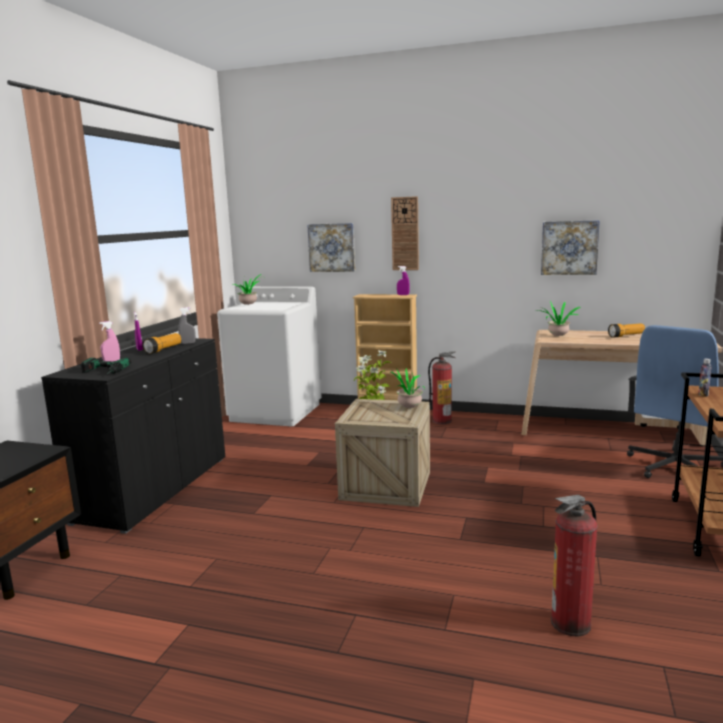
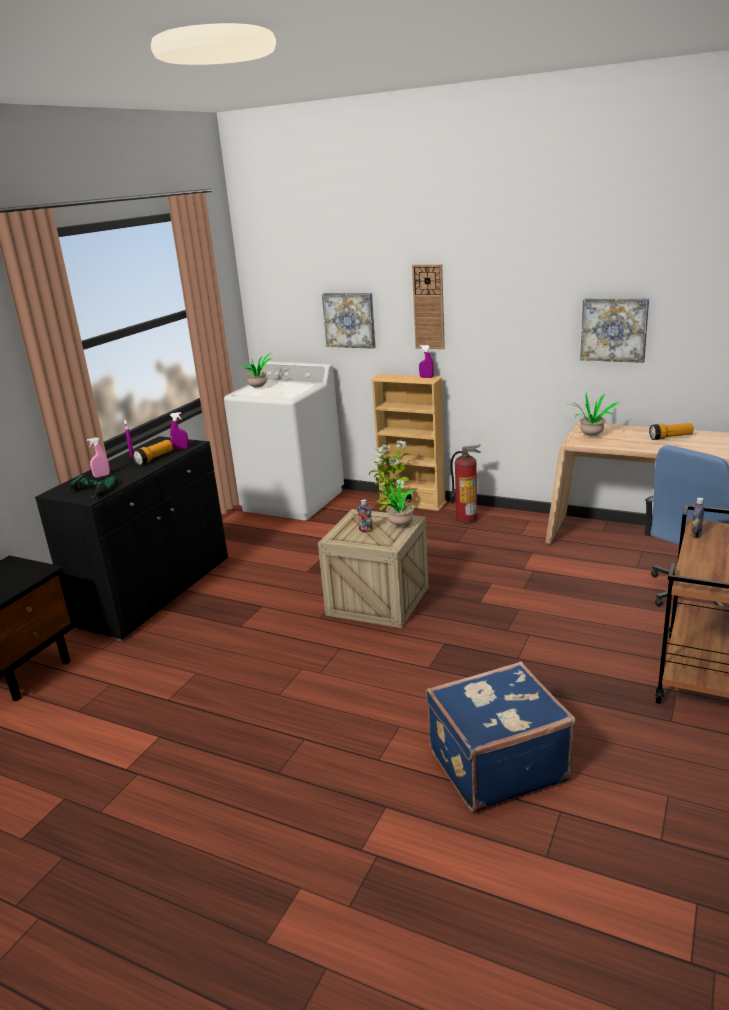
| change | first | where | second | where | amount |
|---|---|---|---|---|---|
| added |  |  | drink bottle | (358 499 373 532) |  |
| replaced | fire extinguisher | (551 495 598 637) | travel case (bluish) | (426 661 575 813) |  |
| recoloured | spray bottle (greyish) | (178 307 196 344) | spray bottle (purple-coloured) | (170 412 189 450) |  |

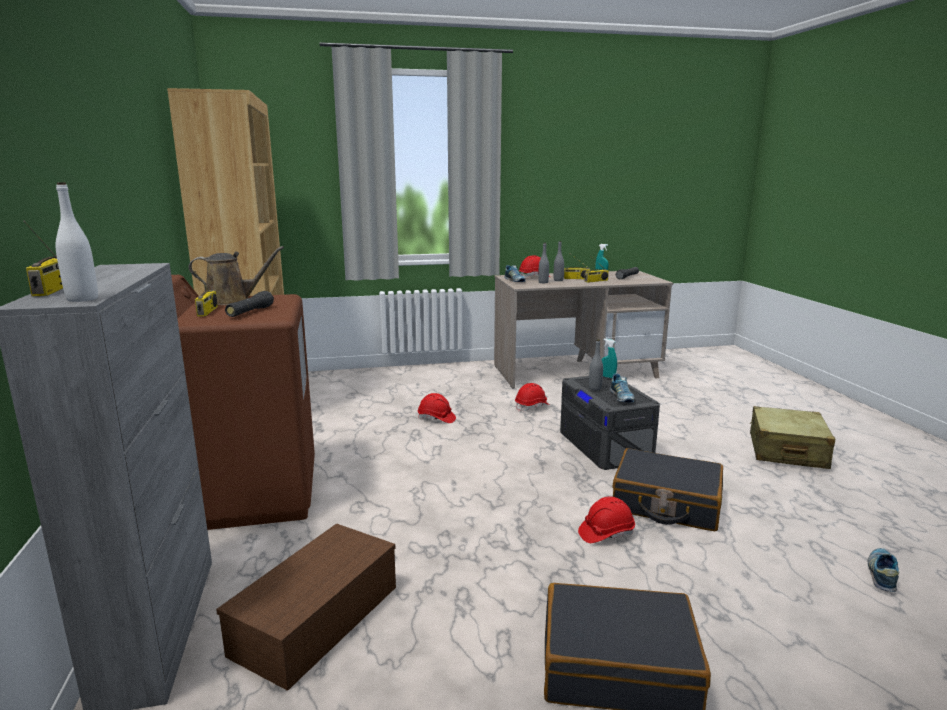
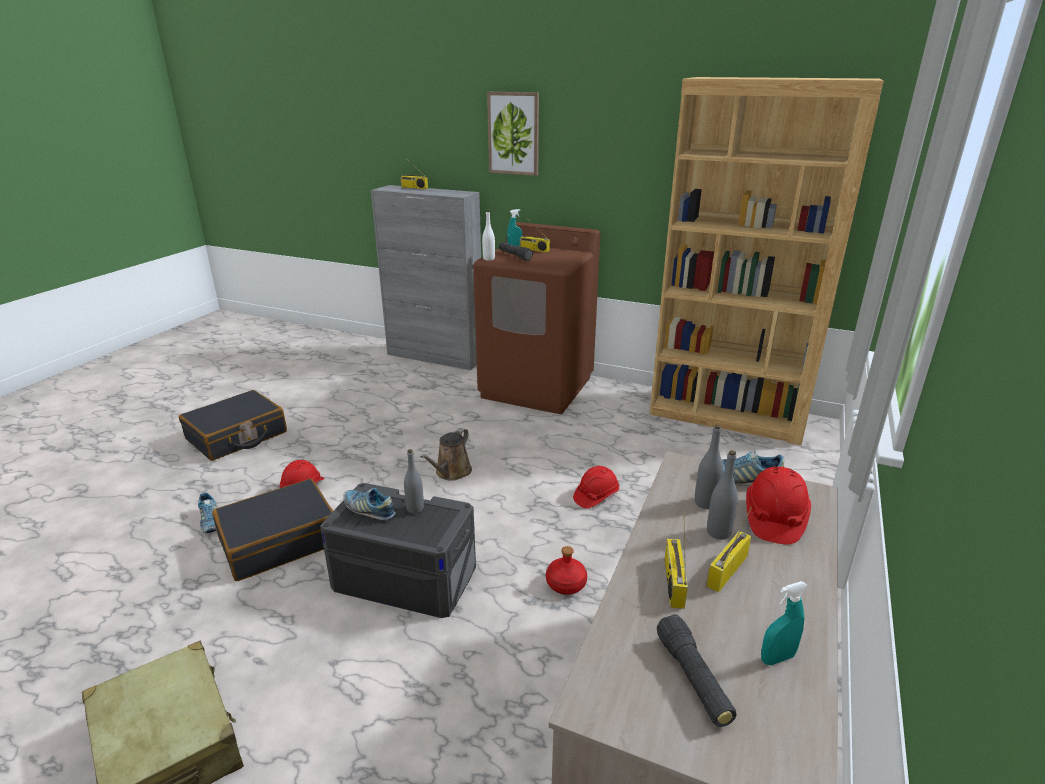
| change | first | where | second | where | amount |
|---|---|---|---|---|---|
| removed | storage container (brown) | (216 523 396 691) |  |  |  |
| added |  |  | wall art | (487 92 539 176) |  |
| moved | drink bottle (whitish) | (55 182 98 302) |  | (482 211 495 261) |  |
| moved | sprinkling can (brown) | (189 246 284 305) |  | (421 428 472 481) |  |
| moved | spray bottle (turquoise-coloured) | (602 339 617 378) |  | (507 209 522 246) |  |
| moved | item of footwear | (868 548 899 592) |  | (198 492 217 533) |  |
| replaced | work helmet (red-coloured) | (515 383 549 412) | drink bottle (red-coloured) | (546 546 587 595) |  |

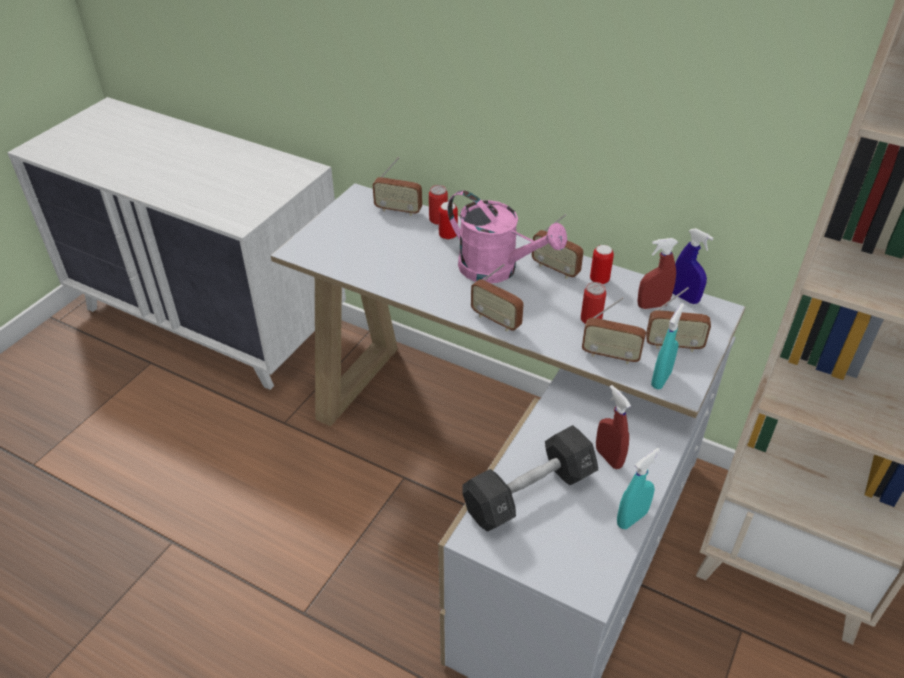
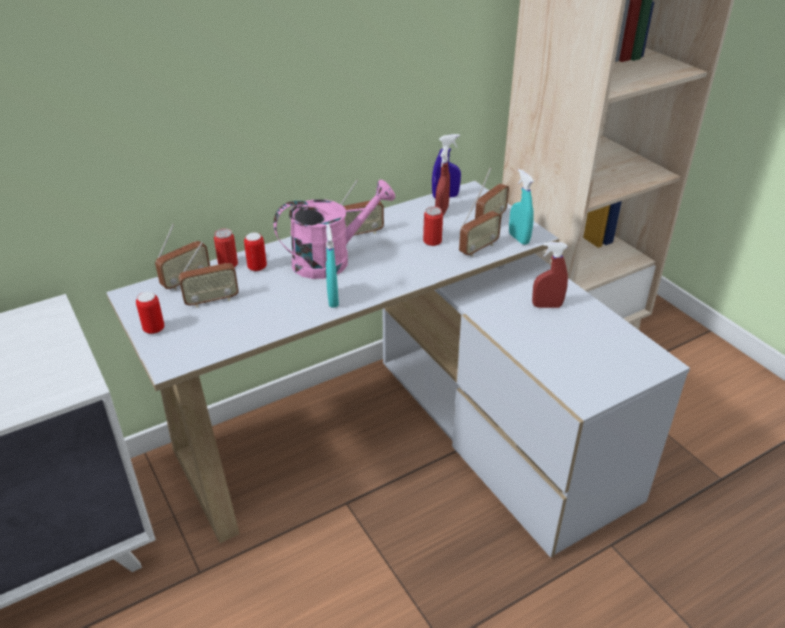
| change | first | where | second | where | amount |
|---|---|---|---|---|---|
| removed | hand weight (blackish) | (462 425 598 532) |  |  |  |
| moved | radio receiver | (471 264 524 331) |  | (179 242 239 308) |  |
| moved | can | (590 245 614 284) |  | (136 292 164 334) |  |
| moved | spray bottle (turquoise-coloured) | (617 448 660 529) |  | (326 224 339 308) |  |

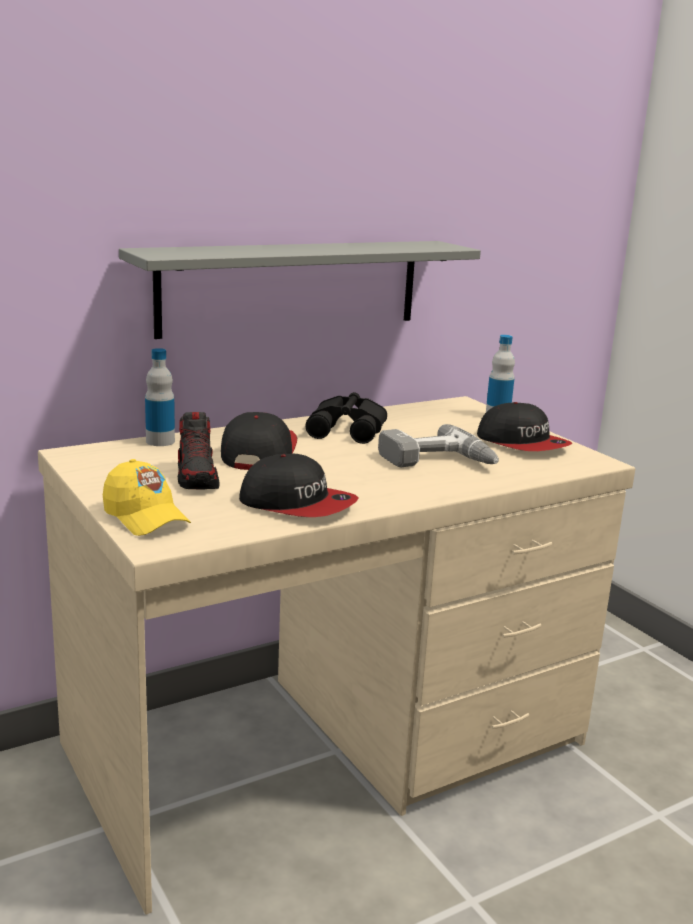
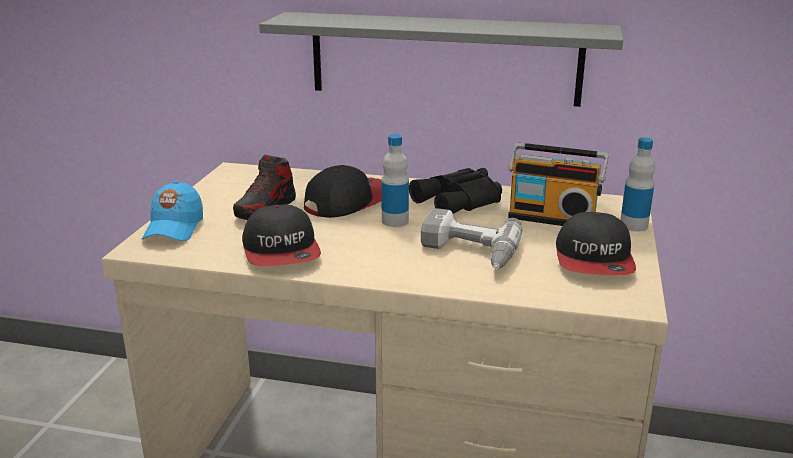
| change | first | where | second | where | amount |
|---|---|---|---|---|---|
| added |  |  | radio receiver | (508 143 608 226) |  |
| moved | drink bottle | (145 348 175 446) |  | (381 134 409 227) |  |
| recoloured | peaked cap (yellowish) | (103 459 191 536) | peaked cap (bluish) | (142 181 203 241) |  |

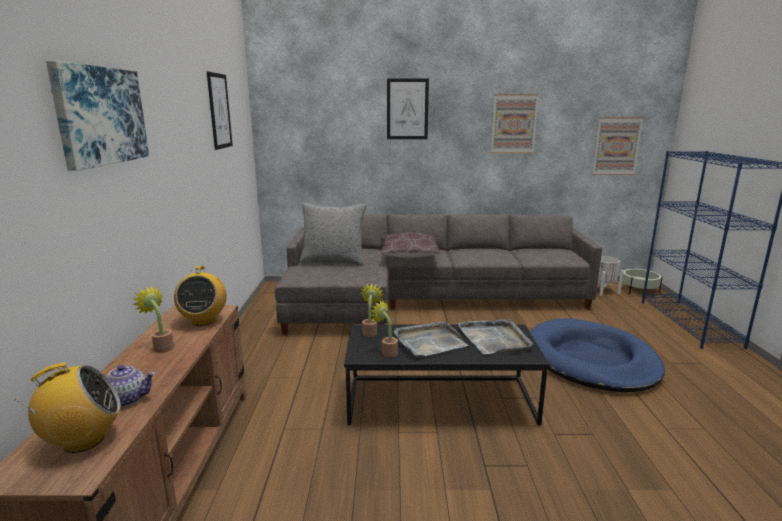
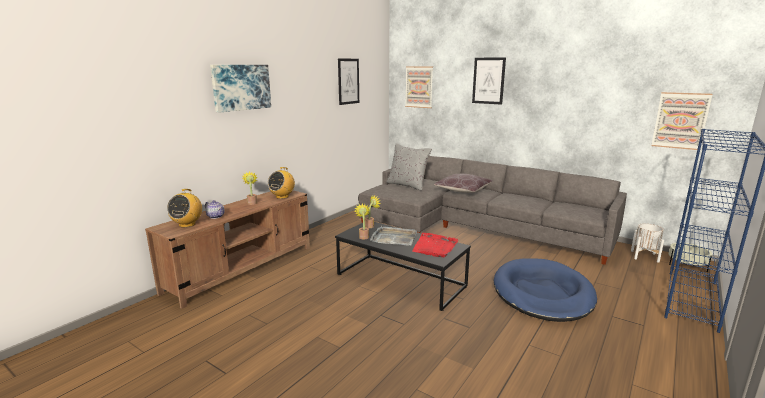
| change | first | where | second | where | amount |
|---|---|---|---|---|---|
| moved | wall art | (491 94 539 153) |  | (405 66 433 108) |  |
| recoloured | tray (greyish) | (458 319 533 354) | tray (red-coloured) | (413 233 459 257) |  |
| turned | radio receiver | (14 363 121 453) |  | (167 189 202 228) | 90 degrees clockwise |

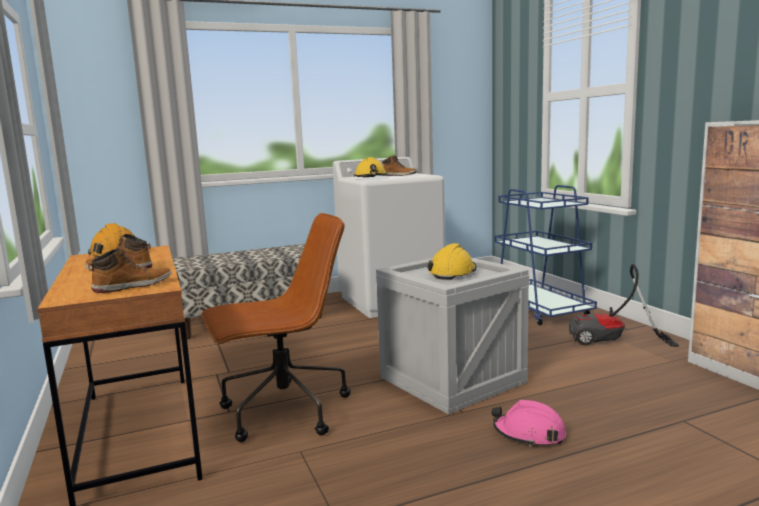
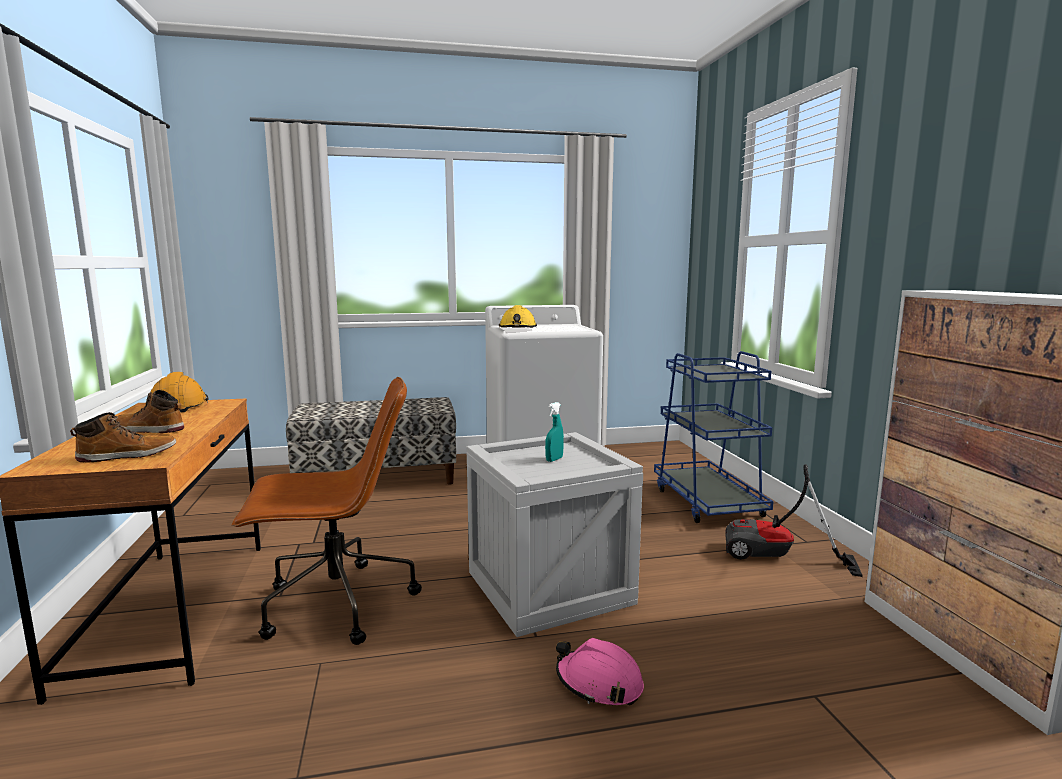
| change | first | where | second | where | amount |
|---|---|---|---|---|---|
| removed | tall boot | (382 155 417 176) |  |  |  |
| replaced | work helmet (yellowish) | (427 243 477 280) | spray bottle (turquoise-coloured) | (545 402 564 462) |  |

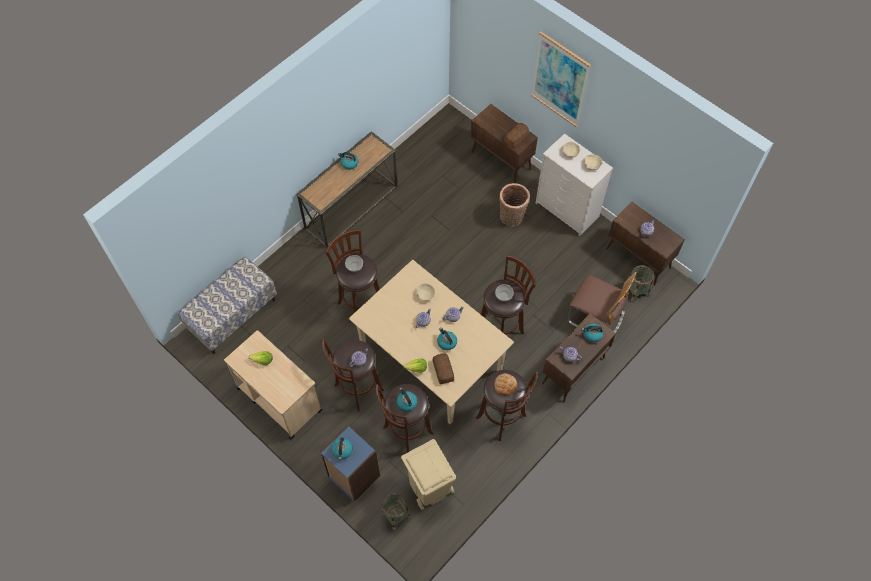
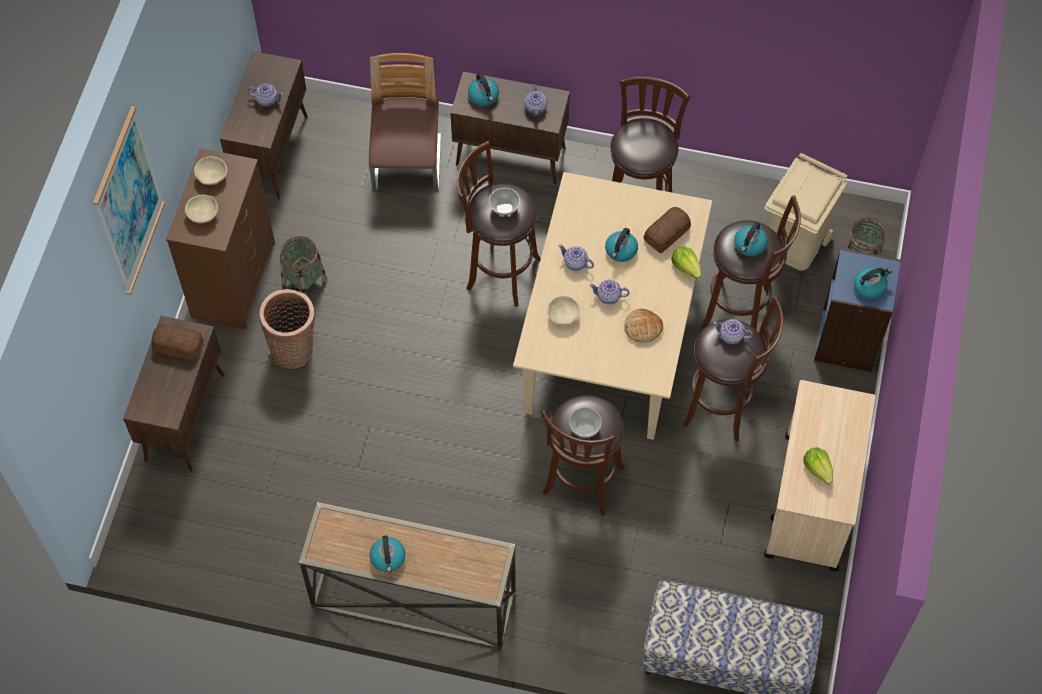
| change | first | where | second | where | amount |
|---|---|---|---|---|---|
| moved | baked bread | (494 373 517 396) |  | (624 309 663 343) |  |
| moved | storage basket | (628 265 653 301) |  | (280 236 327 296) |  |
| recoloured | chest of drawers (whitish) | (535 134 613 236) | chest of drawers (brown) | (166 148 275 329) |  |

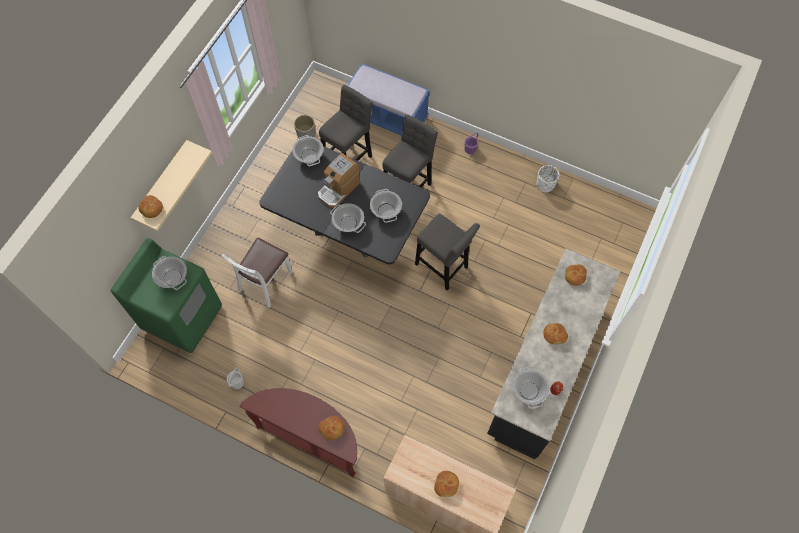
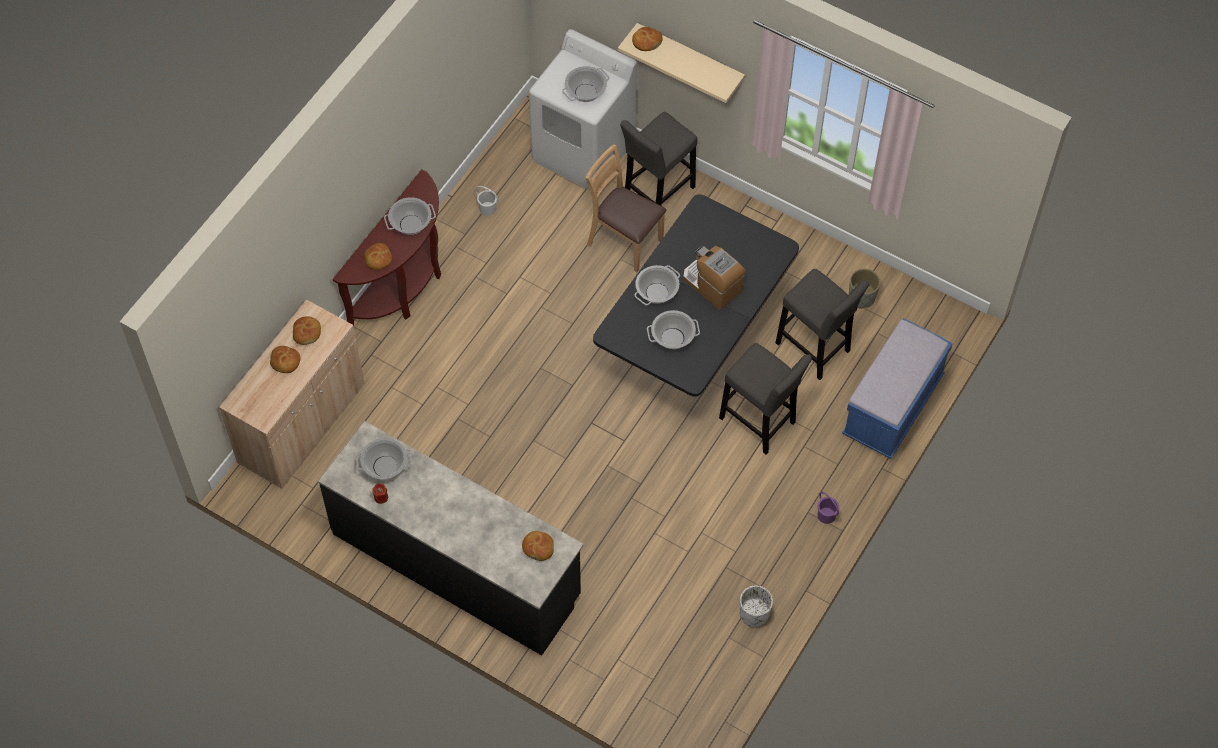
| change | first | where | second | where | amount |
|---|---|---|---|---|---|
| moved | saucepot | (292 135 324 166) |  | (384 198 436 235) |  |
| moved | sitting stool (greyish) | (415 214 480 291) |  | (620 112 697 206) |  |
| moved | baked bread | (543 323 568 345) |  | (293 316 321 345) |  |
| recoloured | washing machine (green-coloured) | (111 238 222 353) | washing machine (whitish) | (529 29 637 190) |  |
| recoloured | chair (whitish) | (221 238 292 308) | chair (brown) | (585 144 666 272) |  |

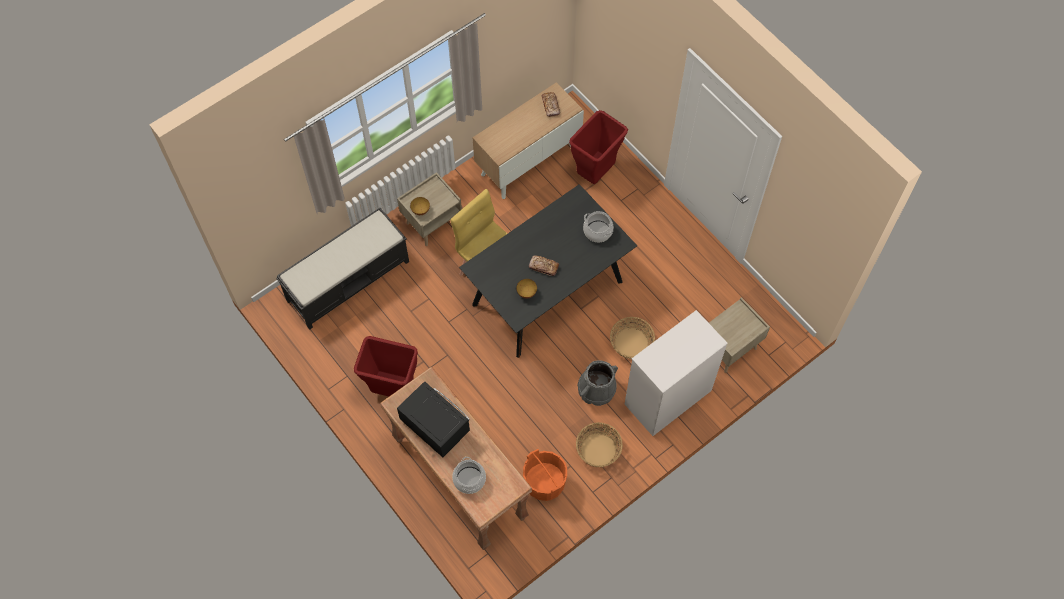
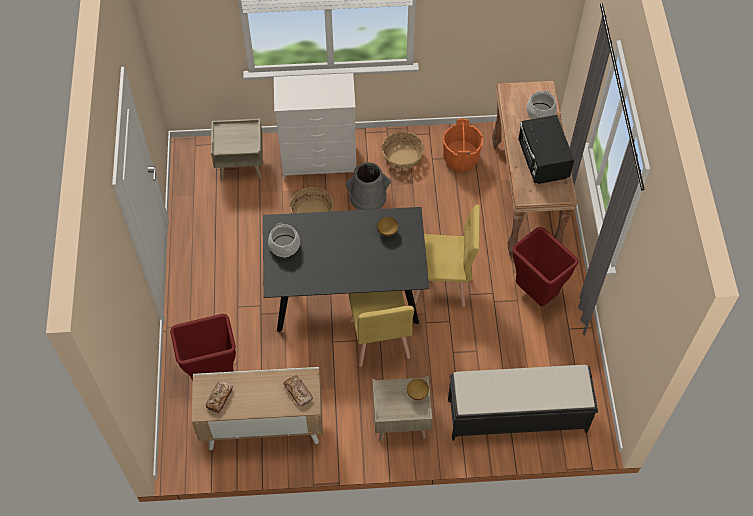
| change | first | where | second | where | amount |
|---|---|---|---|---|---|
| added |  |  | chair (yellowish) | (414 205 480 307) |  |
| moved | baked bread | (529 255 559 276) |  | (283 376 313 407) |  |

